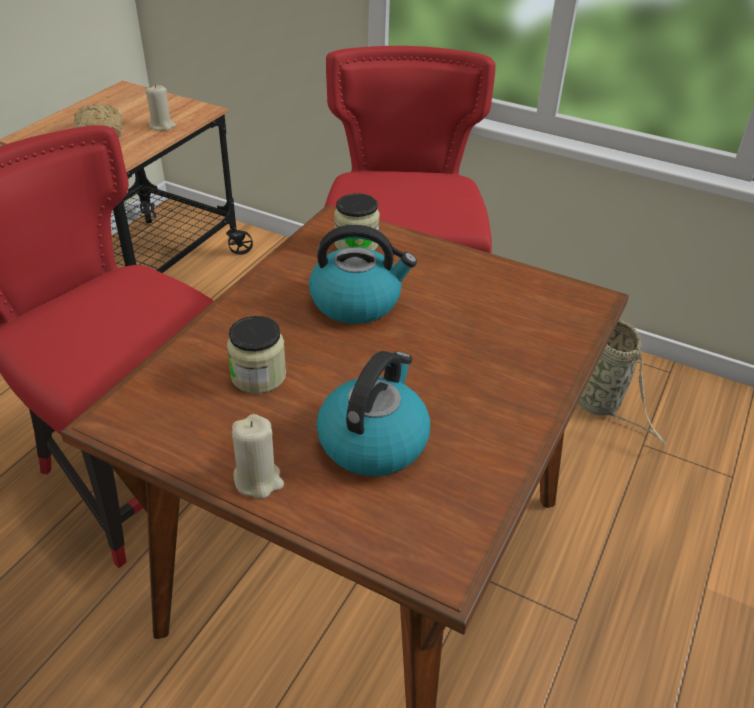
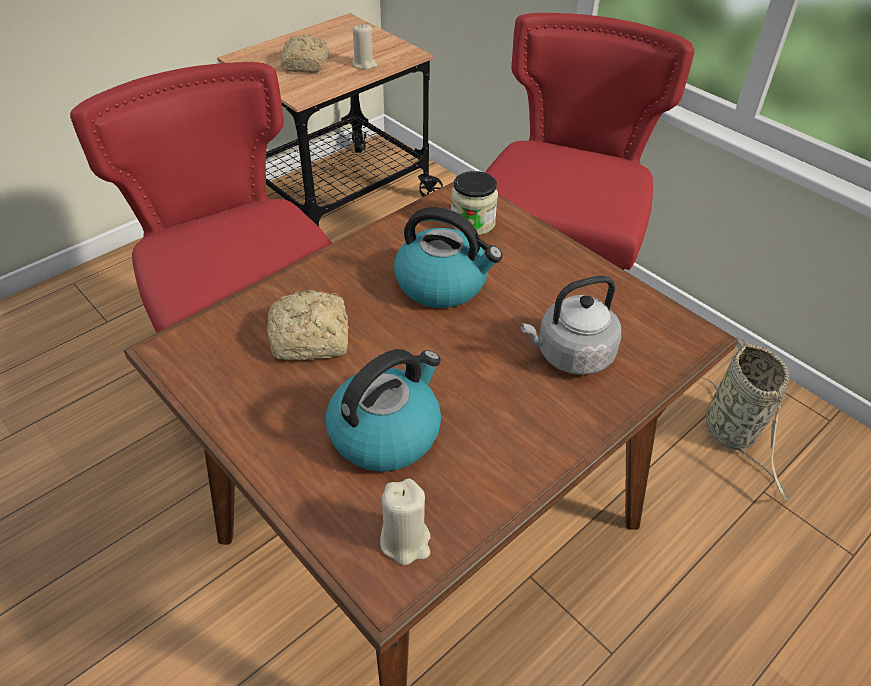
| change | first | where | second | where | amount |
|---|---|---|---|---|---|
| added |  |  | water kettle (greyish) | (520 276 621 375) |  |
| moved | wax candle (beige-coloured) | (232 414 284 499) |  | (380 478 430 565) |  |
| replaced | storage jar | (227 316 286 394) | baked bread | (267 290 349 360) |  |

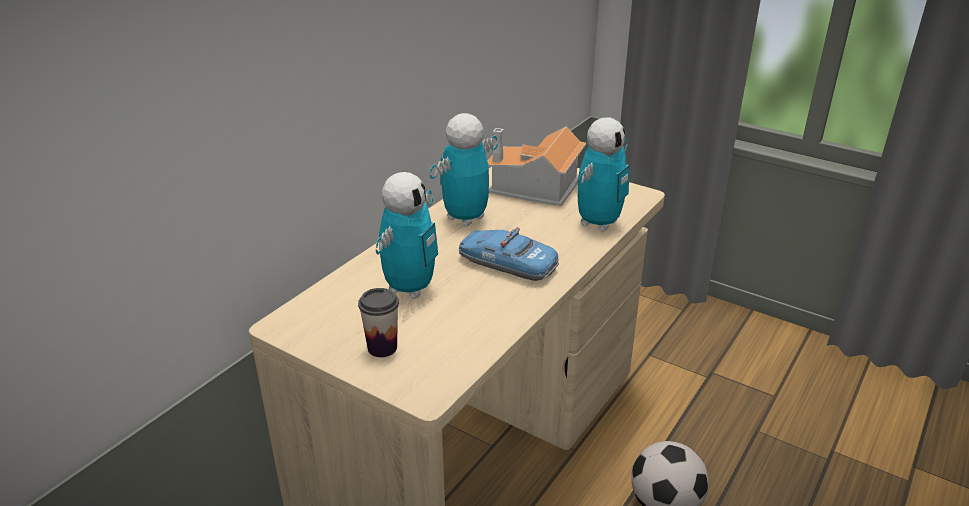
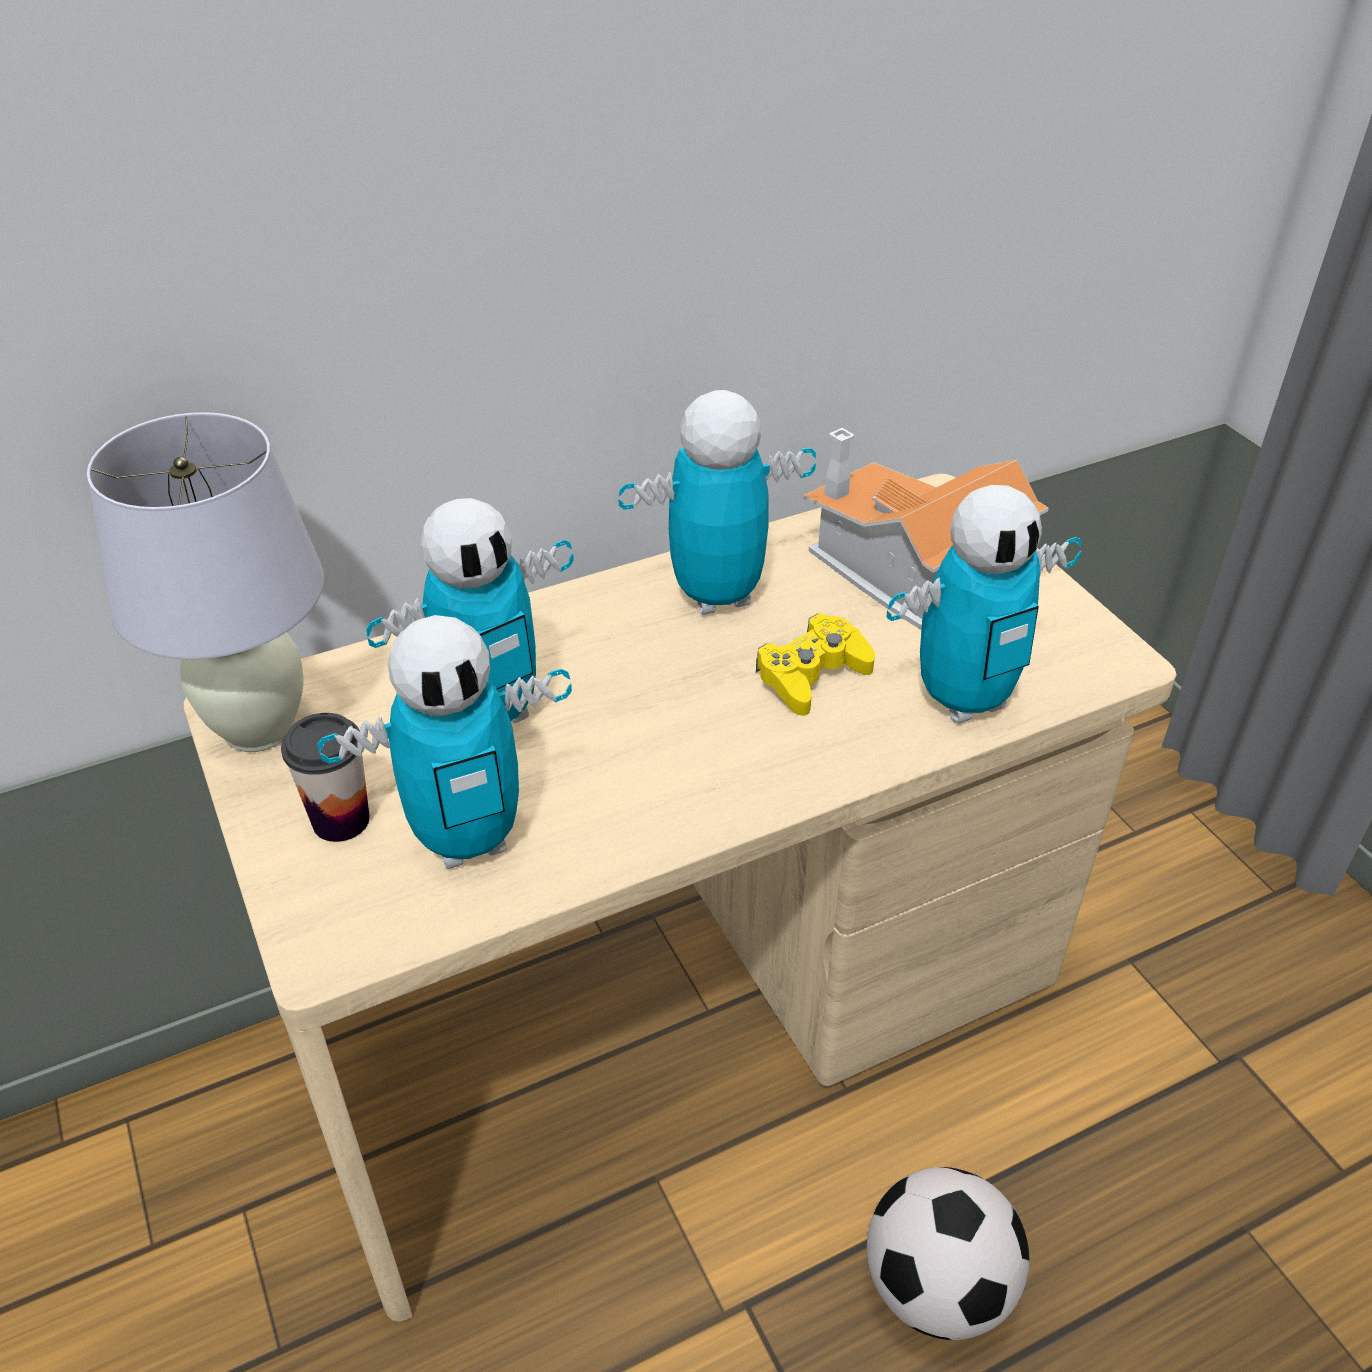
| change | first | where | second | where | amount |
|---|---|---|---|---|---|
| removed | miniature car | (459 227 559 281) |  |  |  |
| added |  |  | lamp for a table (whitish) | (87 412 324 752) |  |
| added |  |  | model robot | (317 615 572 869) |  |
| added |  |  | joypad (yellowish) | (756 613 875 716) |  |

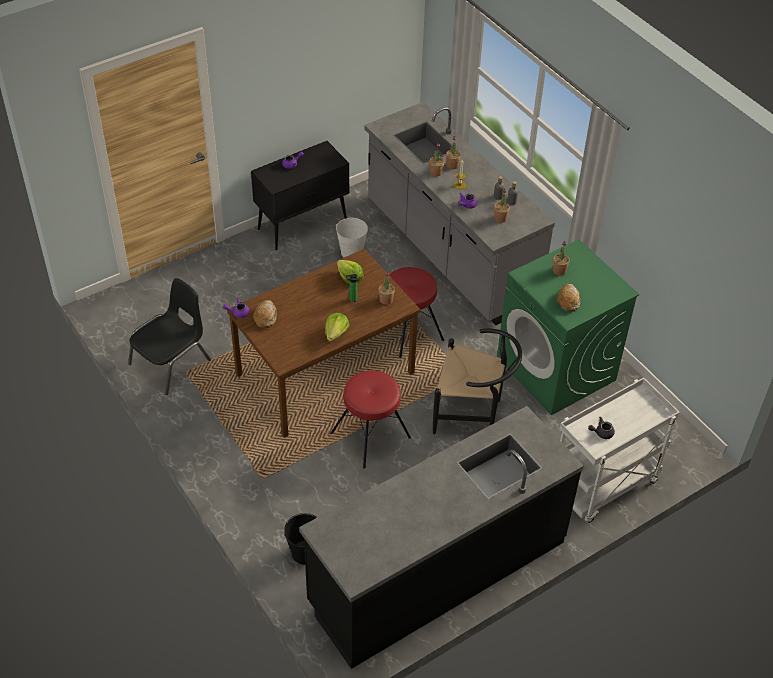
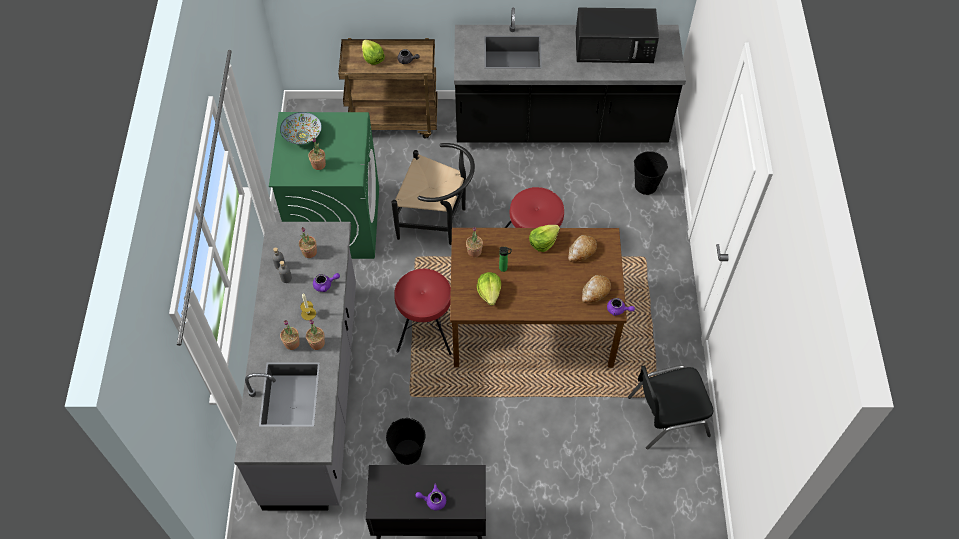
| change | first | where | second | where | amount |
|---|---|---|---|---|---|
| added |  |  | bowl | (280 112 322 144) |  |
| added |  |  | head of lettuce | (362 39 385 65) |  |
| added |  |  | kitchen microwave (blackish) | (575 8 659 63) |  |
| moved | baked bread | (557 284 580 312) |  | (568 235 597 262) |  |
| recoloured | bucket (whitish) | (336 218 368 258) | bucket (blackish) | (386 418 426 465) |  |
| recoloured | cart (whitish) | (559 378 680 523) | cart (brown) | (338 38 438 138) |  |
| turned | chair (blackish) | (433 329 522 434) |  | (391 143 475 245) | 150 degrees clockwise |

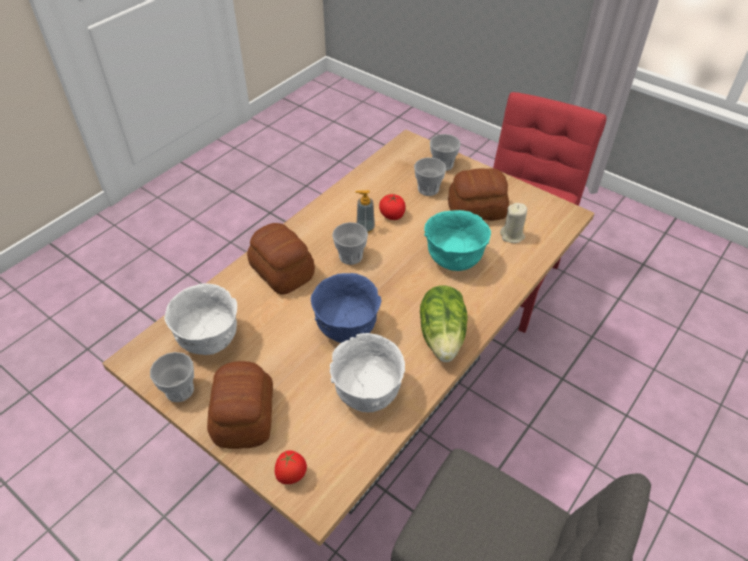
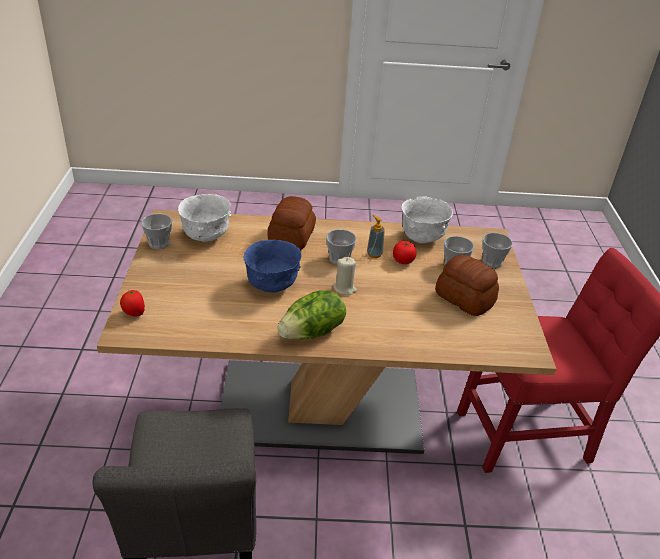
| change | first | where | second | where | amount |
|---|---|---|---|---|---|
| removed | baked bread | (207 361 273 449) |  |  |  |
| removed | bowl (turquoise-coloured) | (424 210 491 271) |  |  |  |
| moved | bowl (whitish) | (330 333 405 412) |  | (401 197 453 243) |  |
| moved | wax candle (beige-coloured) | (500 203 527 243) |  | (333 257 357 296) |  |

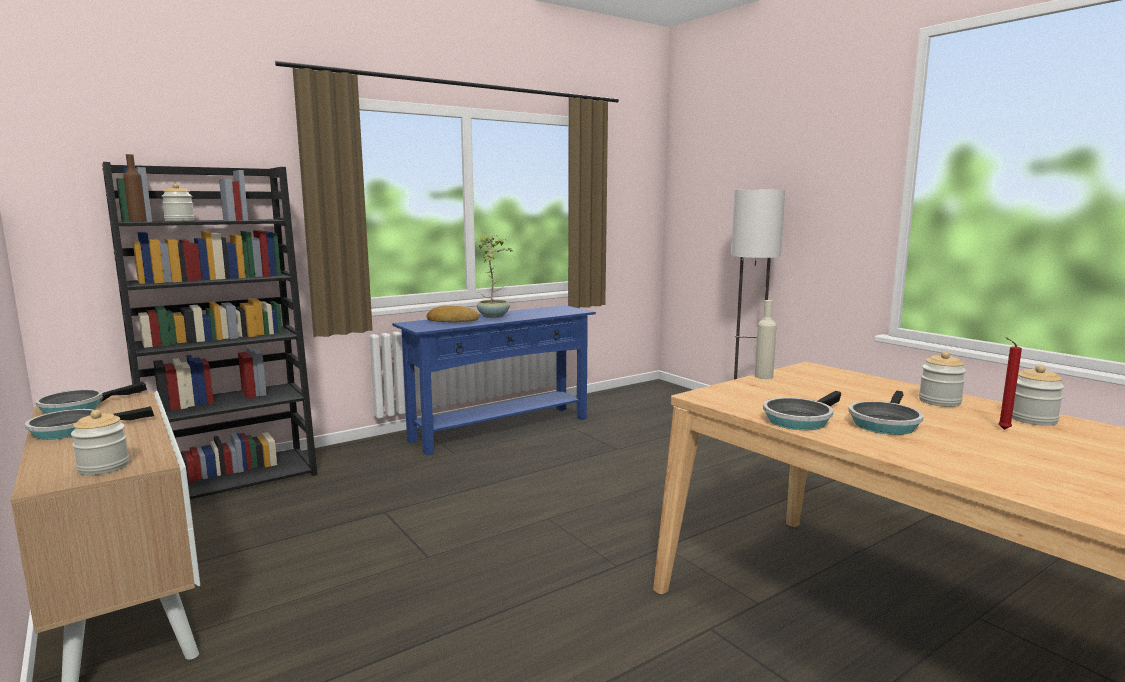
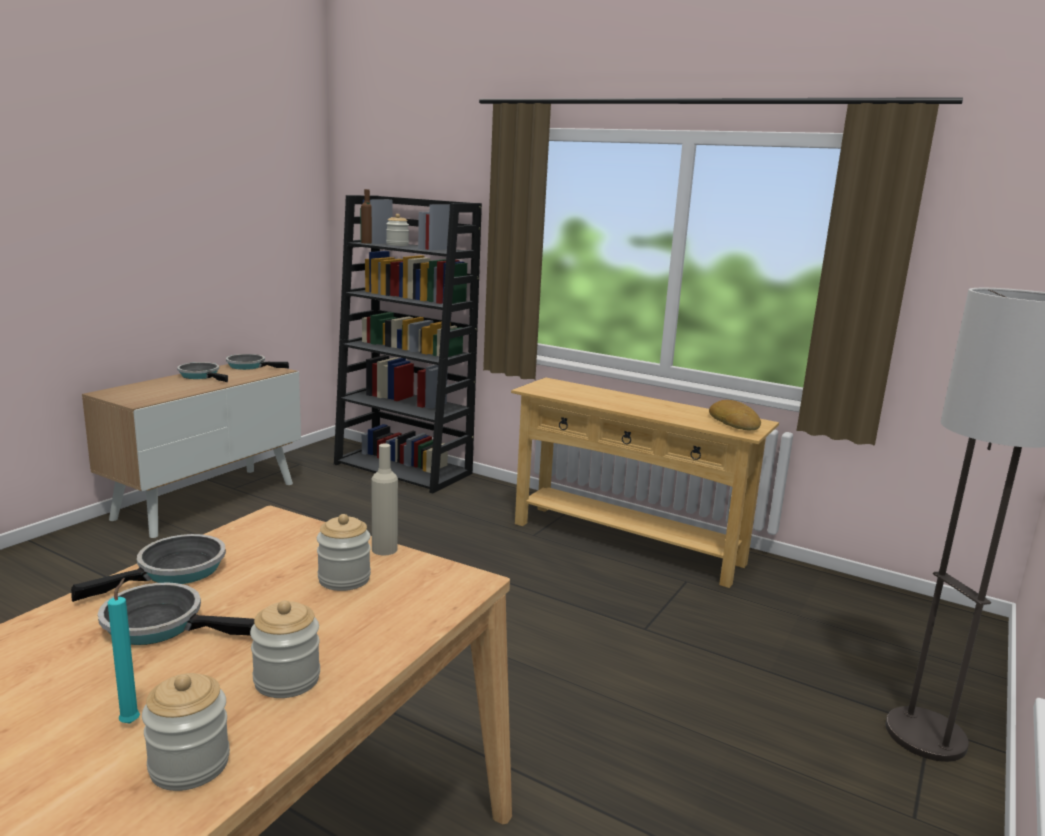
| change | first | where | second | where | amount |
|---|---|---|---|---|---|
| removed | plant in a pot | (477 235 514 318) |  |  |  |
| moved | storage jar | (71 410 129 475) |  | (317 514 371 591) |  |
| moved | baked bread | (426 306 479 322) |  | (709 400 761 430) |  |
| recoloured | console table (bluish) | (392 305 596 455) | console table (beige-coloured) | (511 377 779 588) |  |
| recoloured | wax candle (red-coloured) | (998 337 1022 430) | wax candle (turquoise-coloured) | (108 578 140 724) |  |
| turned | pan | (763 391 841 430) |  | (71 534 226 602) | 105 degrees clockwise |

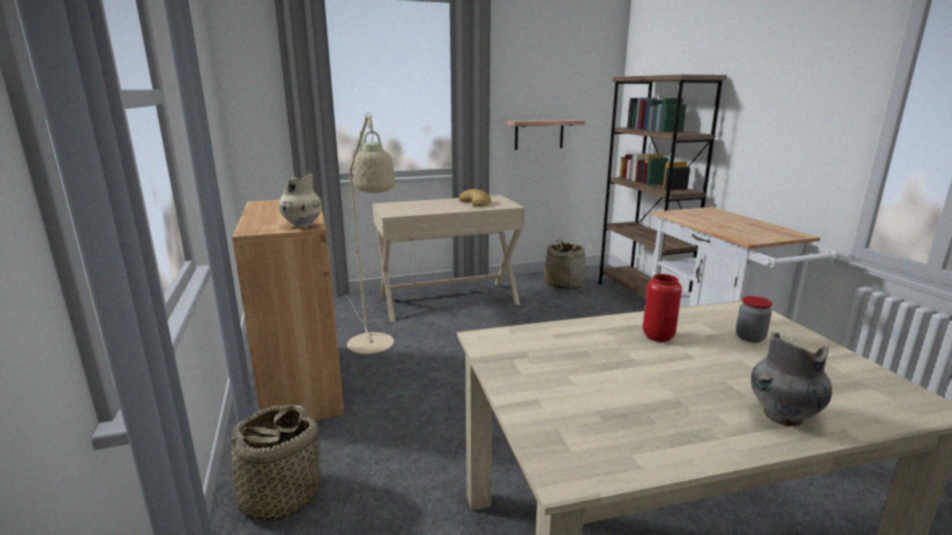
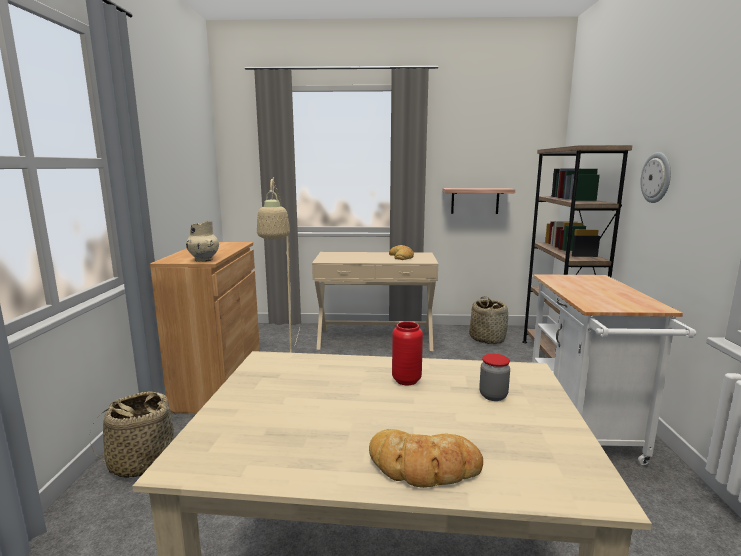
| change | first | where | second | where | amount |
|---|---|---|---|---|---|
| added |  |  | clock on the wall | (640 152 671 203) |  |
| replaced | vase (greyish) | (751 332 832 426) | baked bread | (369 429 483 488) |  |

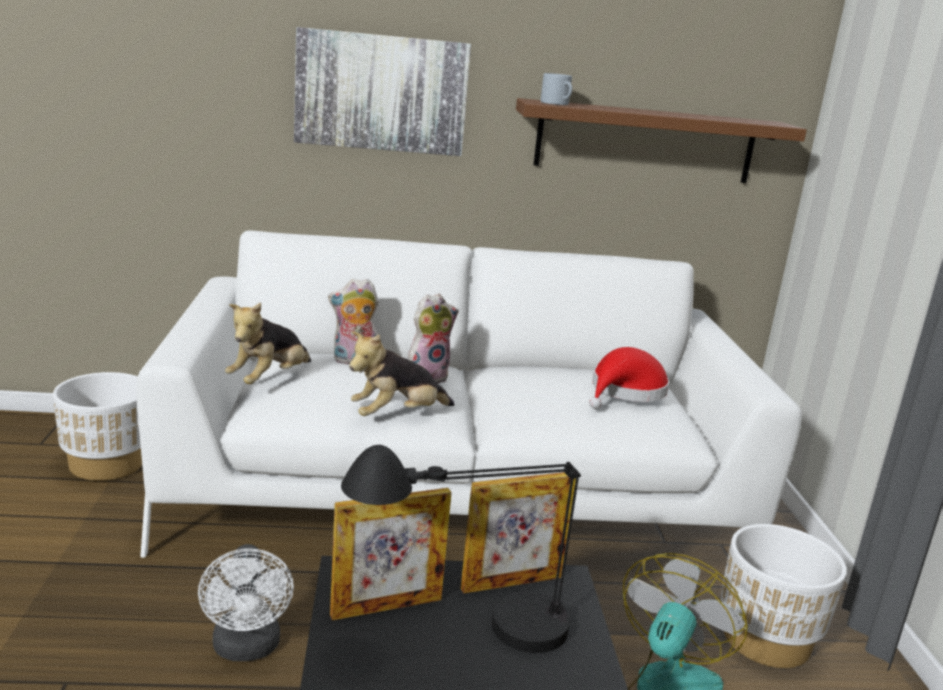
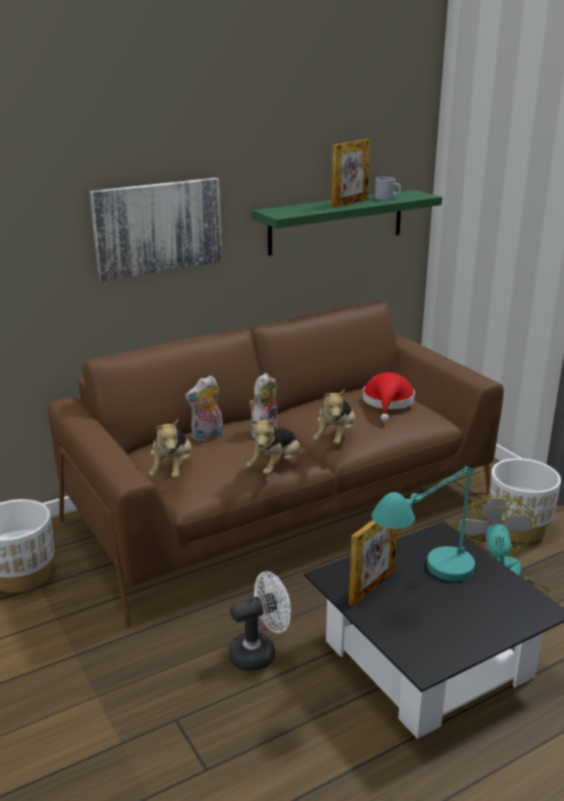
| change | first | where | second | where | amount |
|---|---|---|---|---|---|
| added |  |  | plush toy | (313 389 355 445) |  |
| moved | photo frame | (461 472 576 593) |  | (331 139 370 208) |  |
| moved | tea mug (greyish) | (541 73 572 105) |  | (375 177 401 200) |  |
| recoloured | sofa (whitish) | (136 230 802 558) | sofa (brown) | (48 301 504 628) |  |
| recoloured | lamp for a table (blackish) | (341 445 581 653) | lamp for a table (turquoise-coloured) | (372 466 475 581) |  |
| recoloured | shelf (brown) | (516 98 807 183) | shelf (green-coloured) | (252 190 442 256) |  |
| turned | electric fan (whitish) | (198 544 294 661) |  | (229 571 291 671) | 75 degrees counterclockwise |

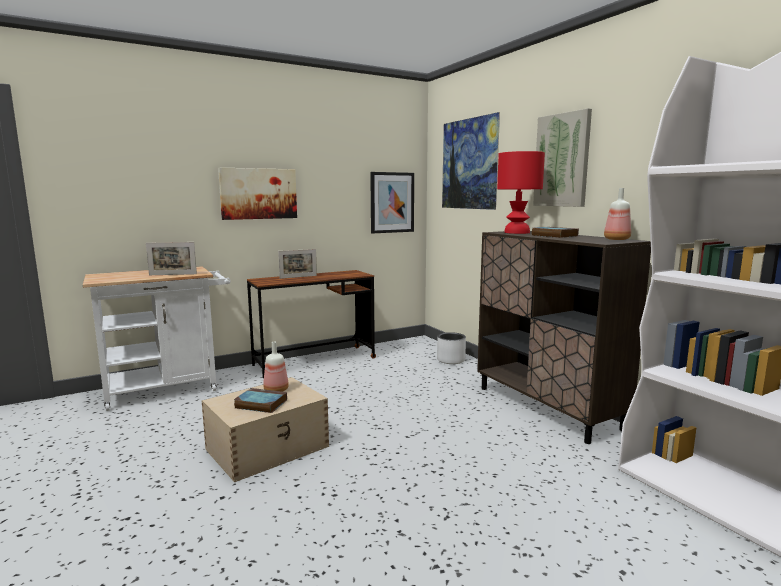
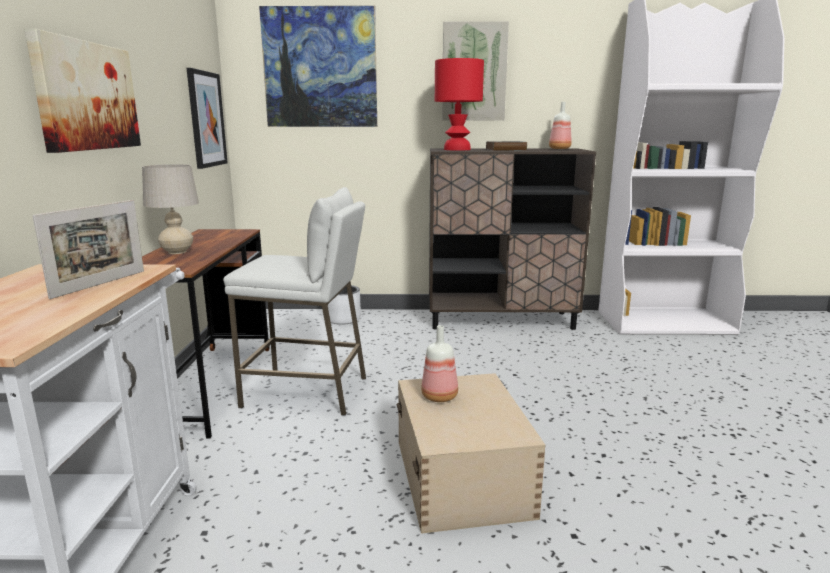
| change | first | where | second | where | amount |
|---|---|---|---|---|---|
| removed | bound book | (234 388 287 413) |  |  |  |
| added |  |  | sitting stool (whitish) | (223 187 366 416) |  |
| replaced | photo frame | (278 249 317 279) | lamp for a table (beige-coloured) | (142 164 199 254) |  |

